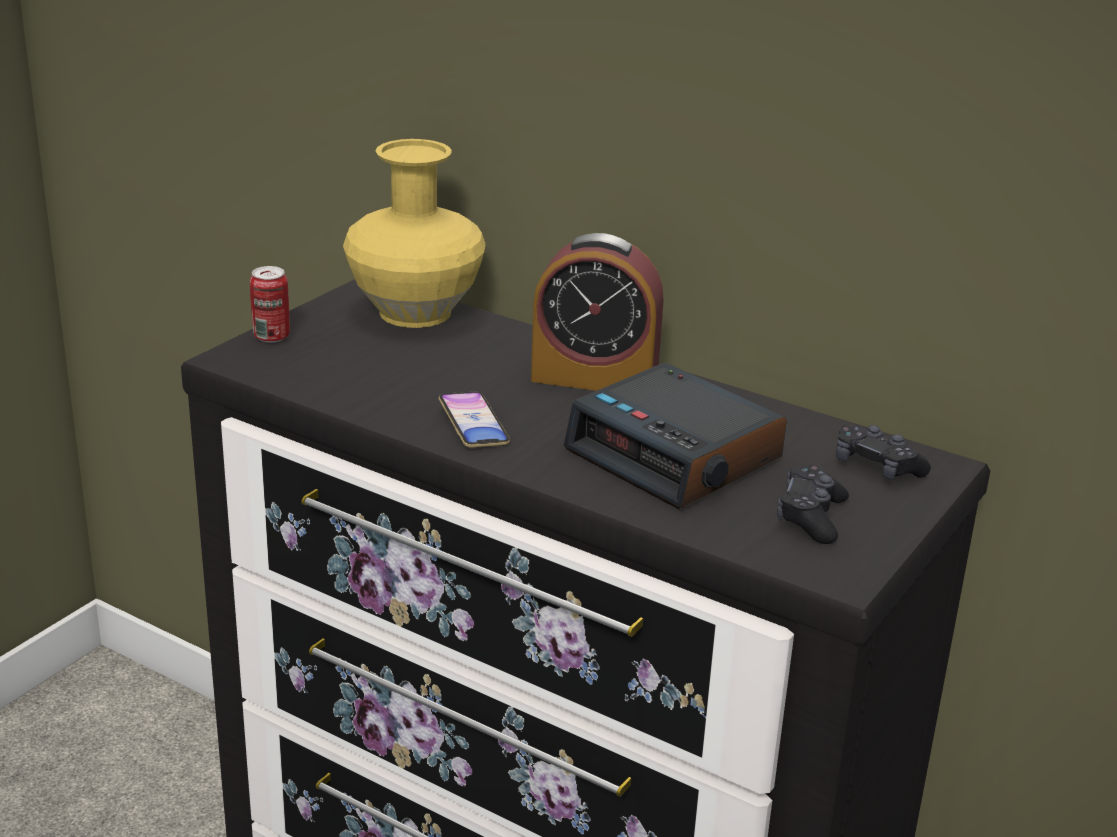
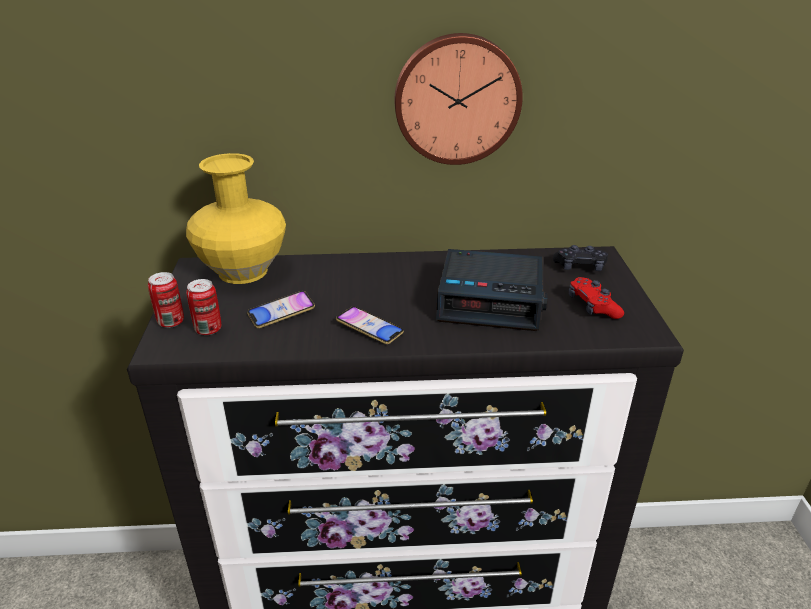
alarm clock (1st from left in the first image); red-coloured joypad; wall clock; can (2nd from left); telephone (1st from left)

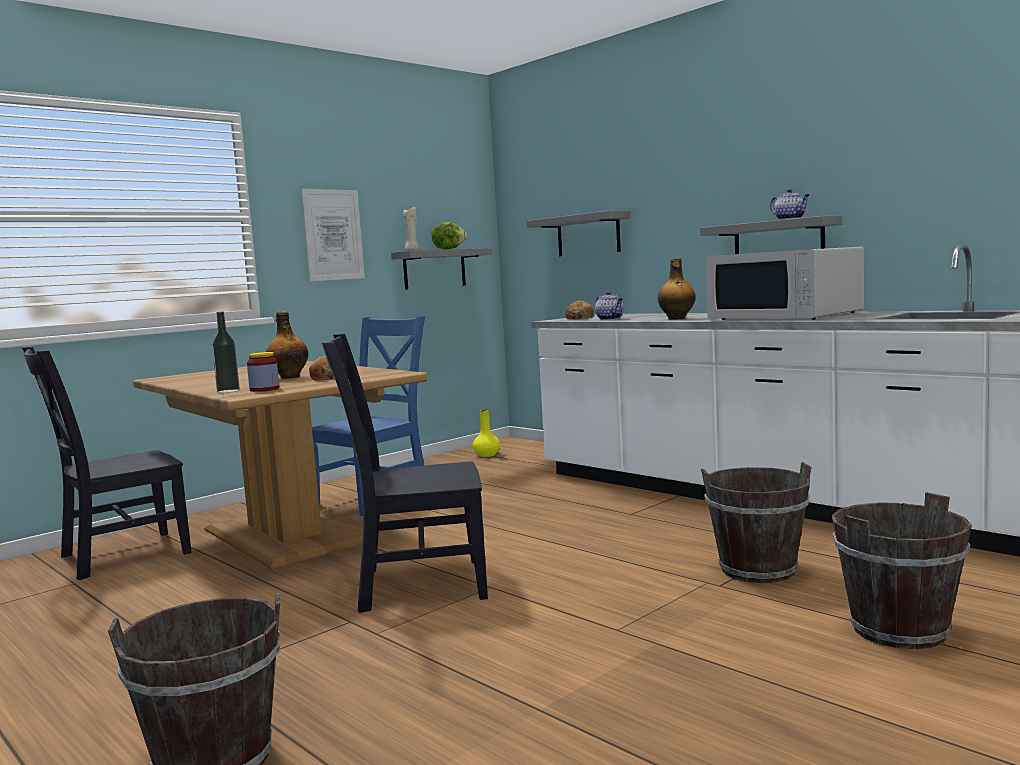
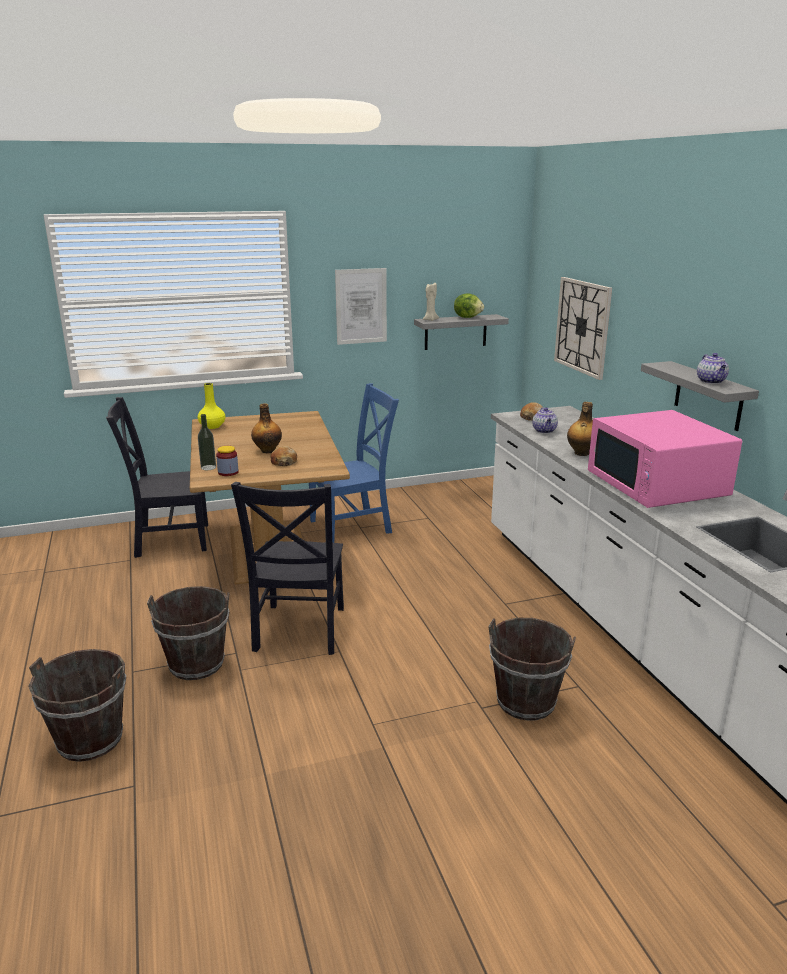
wall clock; pinkish microwave; blackish upright chair (2nd from left); yellow-coloured vase; brownish water bucket (2nd from left)

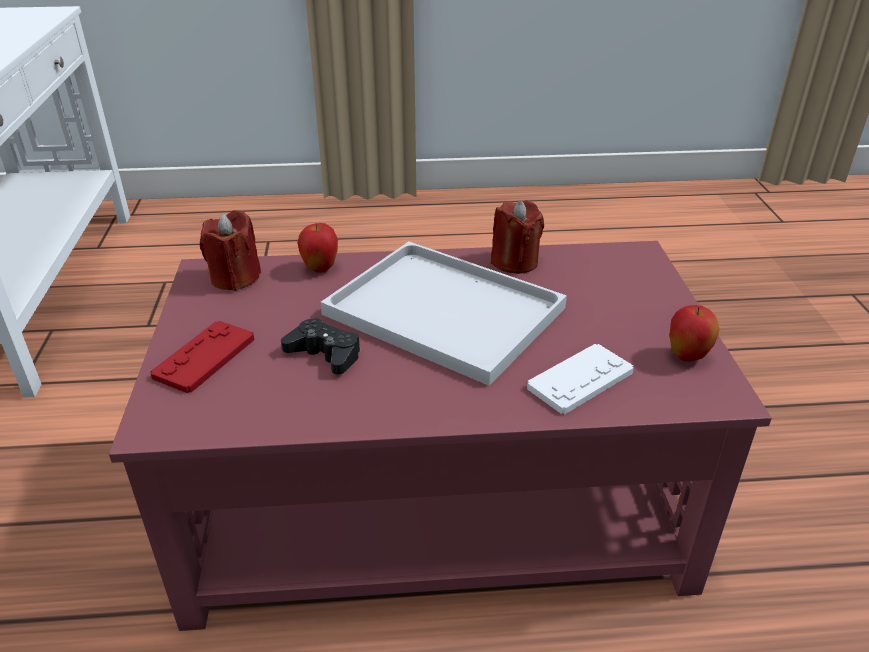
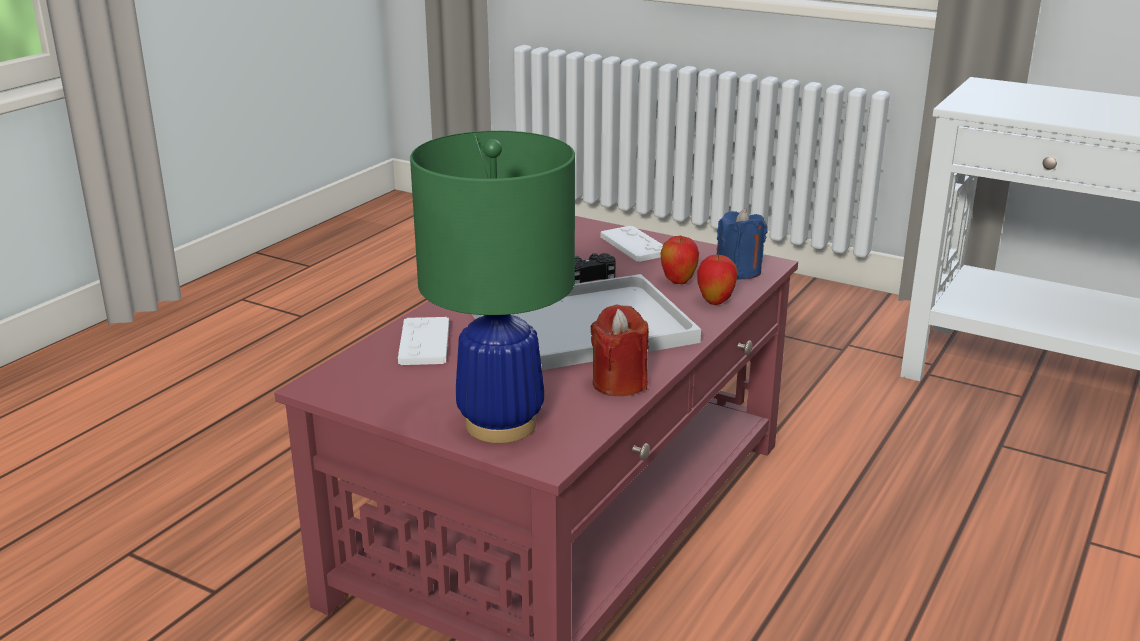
blue wax light; apple (1st from left); whitish joypad (2nd from left); green tabletop lamp

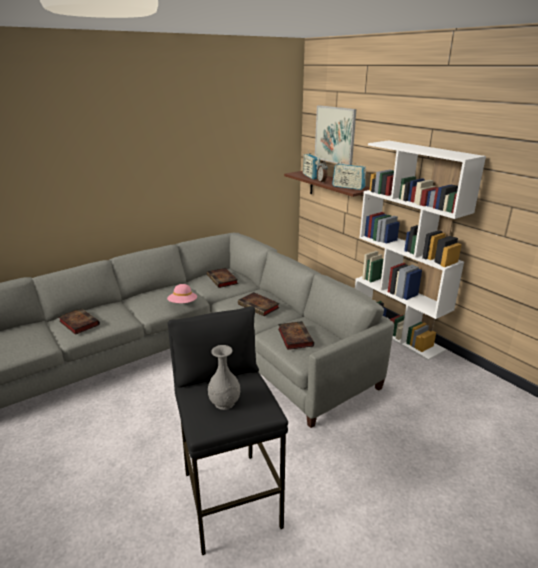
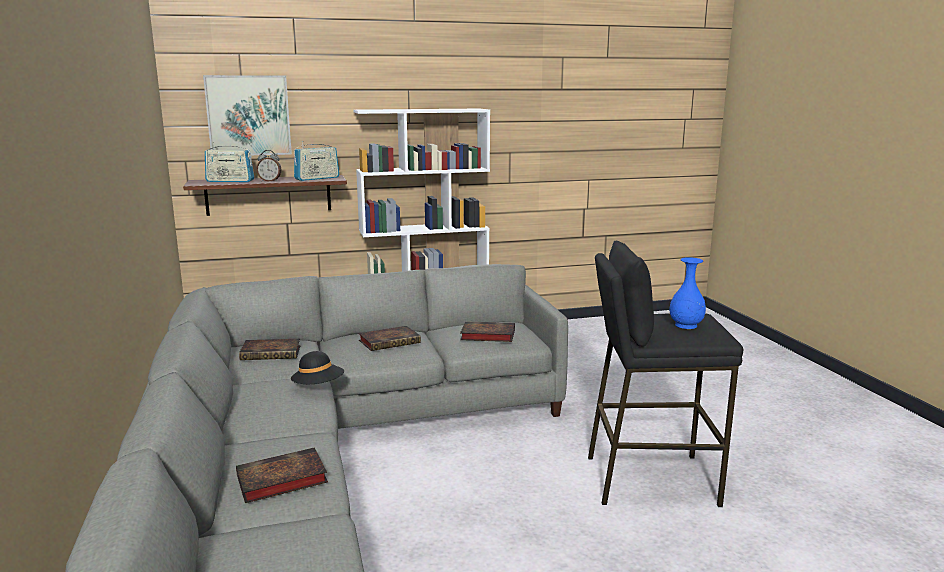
blackish clothing hat; blue vase

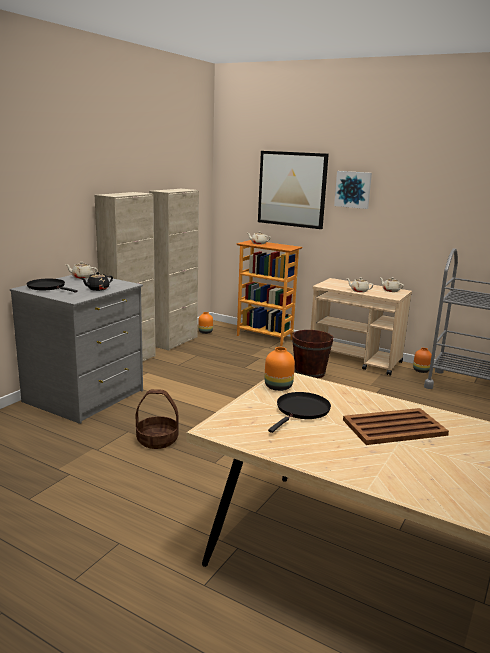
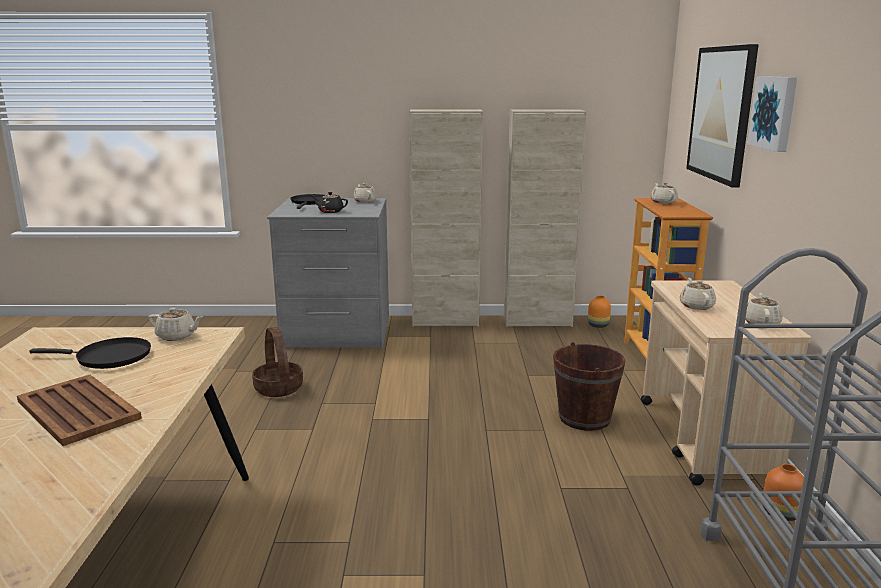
beige-coloured pot for tea (1st from left)

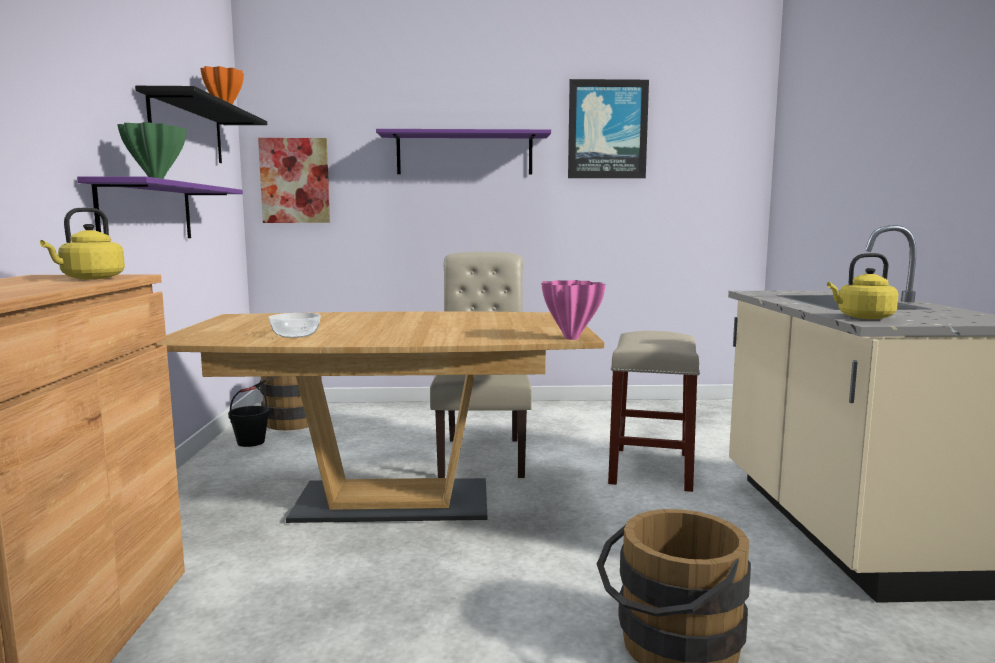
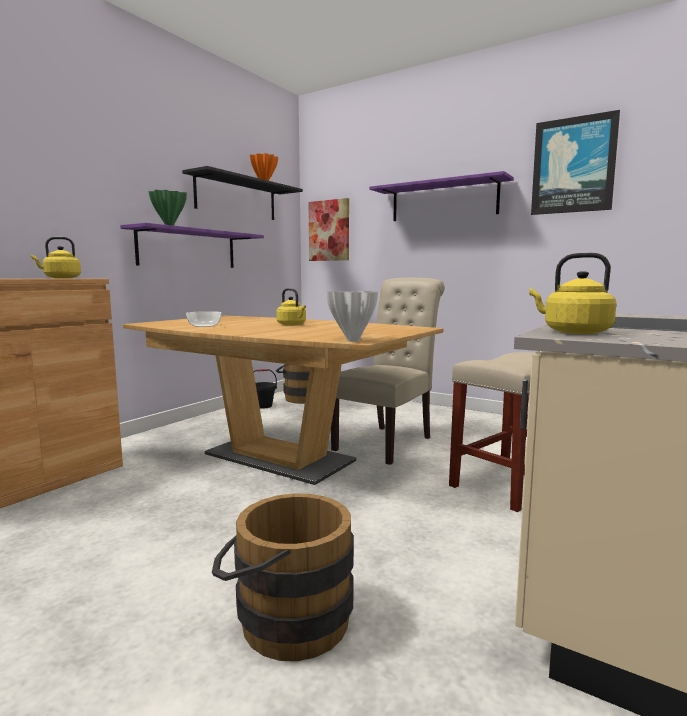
whitish vase; yellow-coloured water kettle (2nd from left)

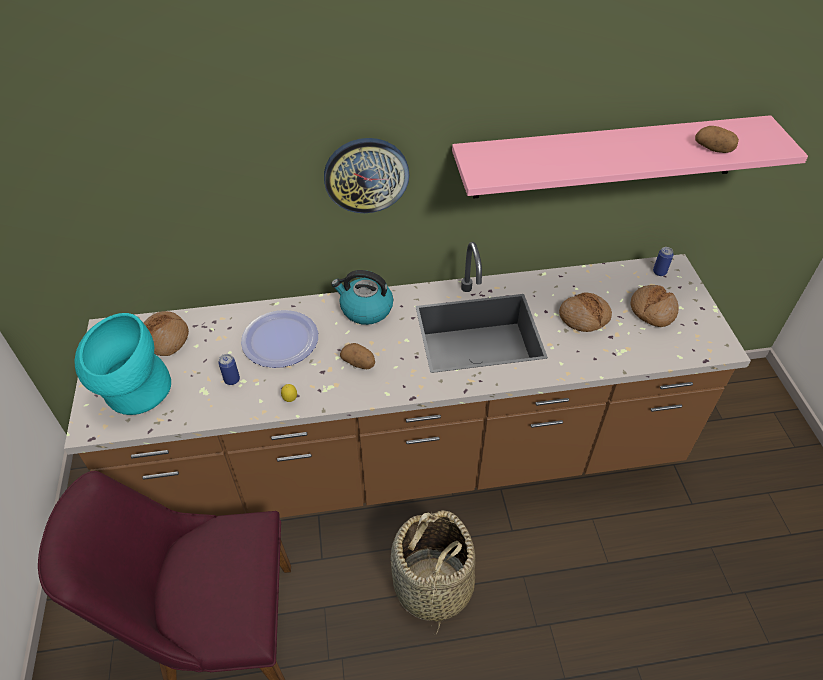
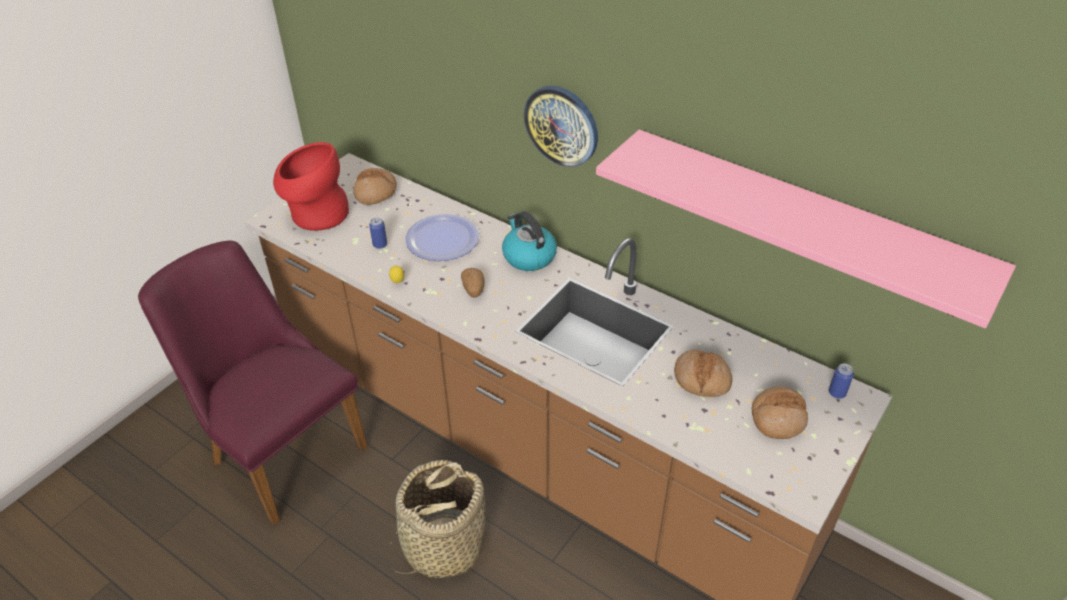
potato (2nd from left in the first image); red-coloured vase

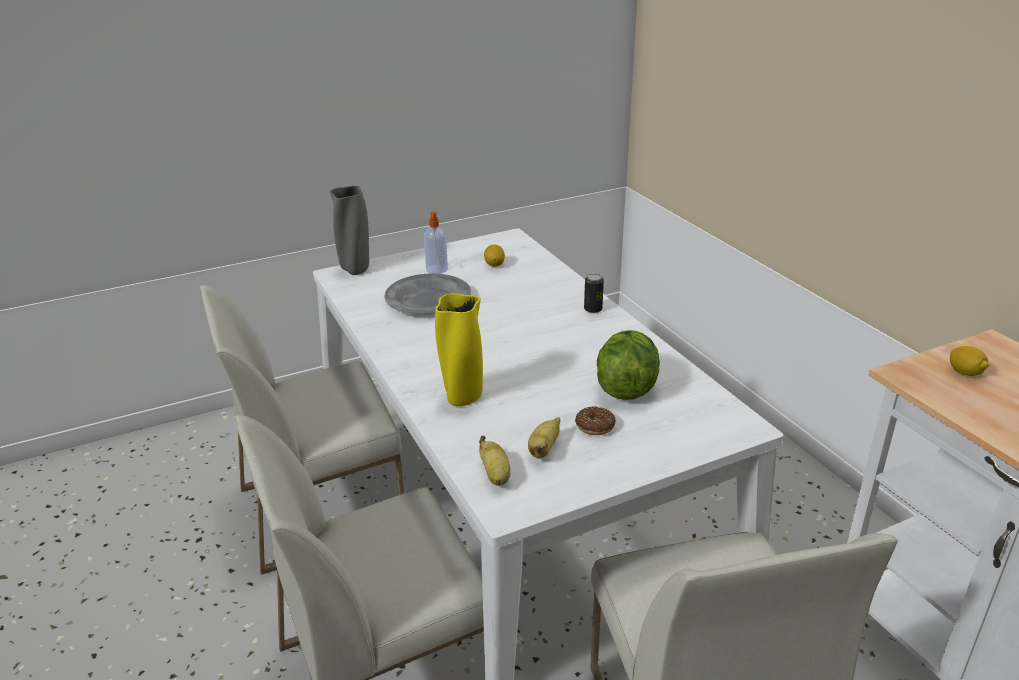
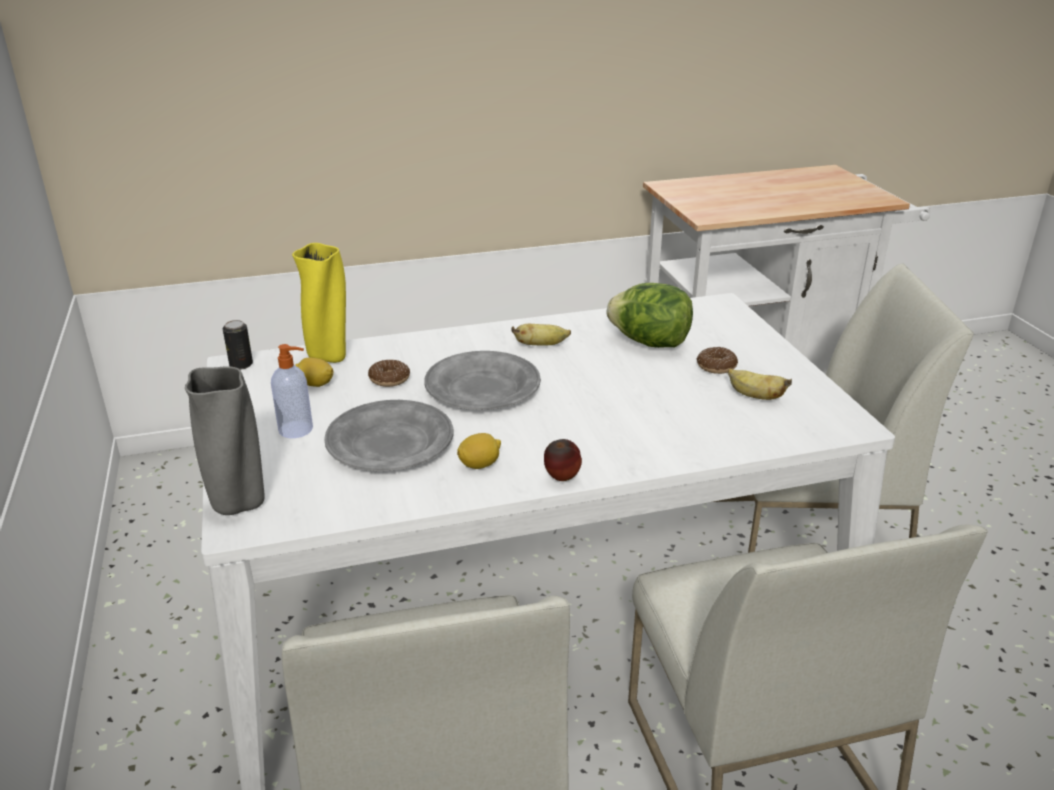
can; yellow-coloured vase; citrus fruit (2nd from left); banana fruit (1st from left); greyish dinner plate (2nd from left); ring doughnut (1st from left); apple

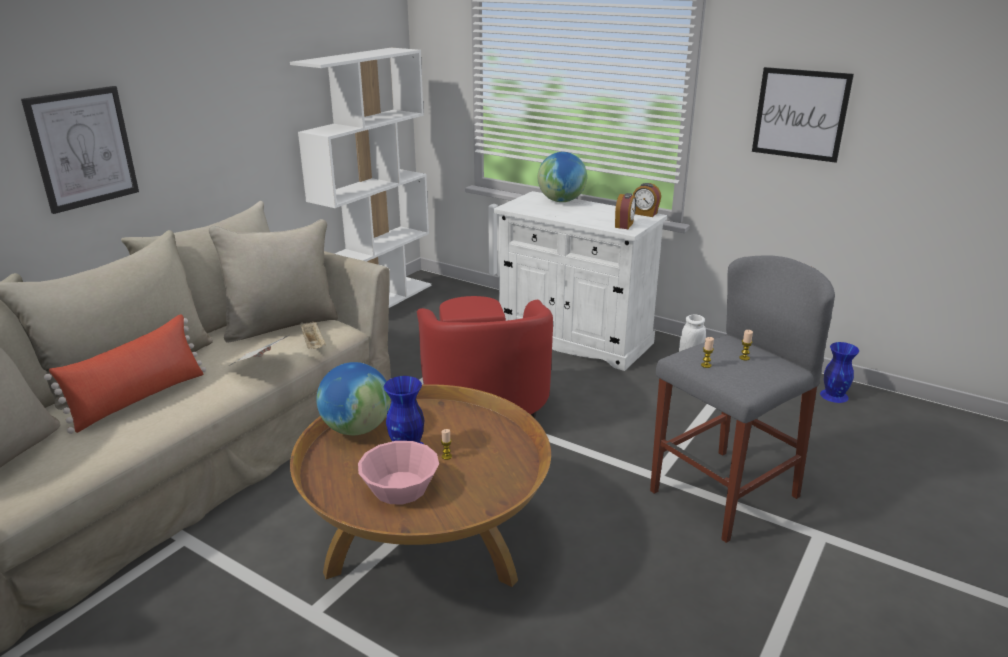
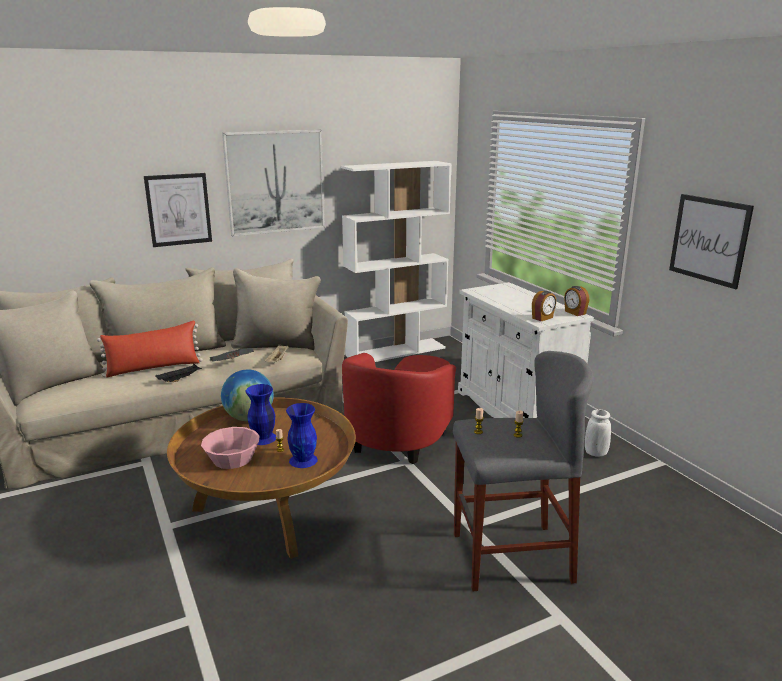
world globe (2nd from left in the first image); blue vase (2nd from left); wall picture (2nd from left); blackish serving tray

